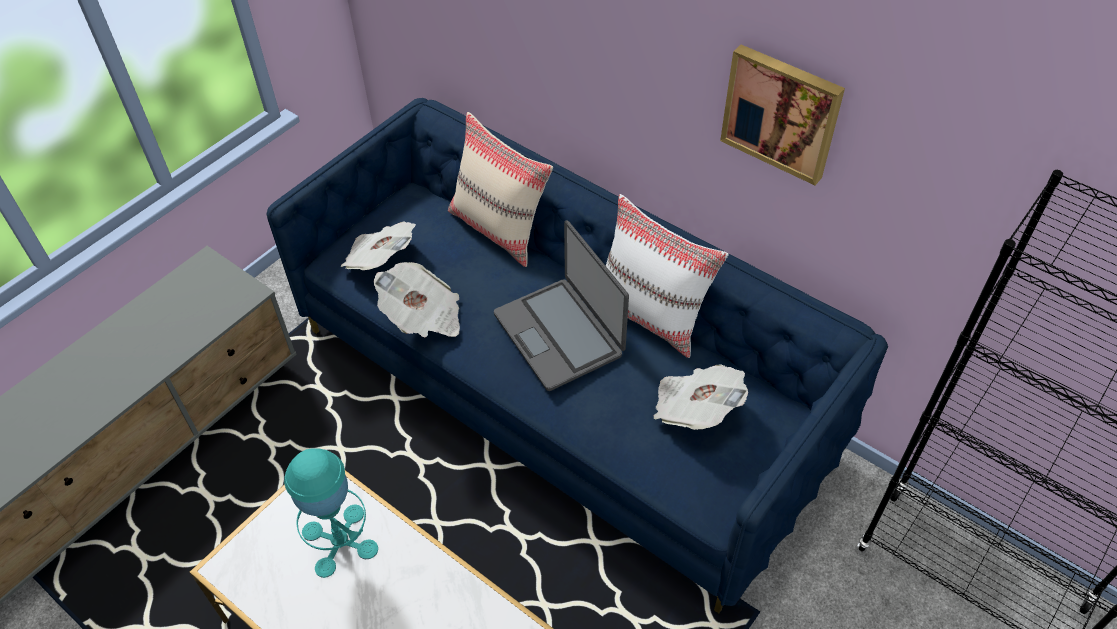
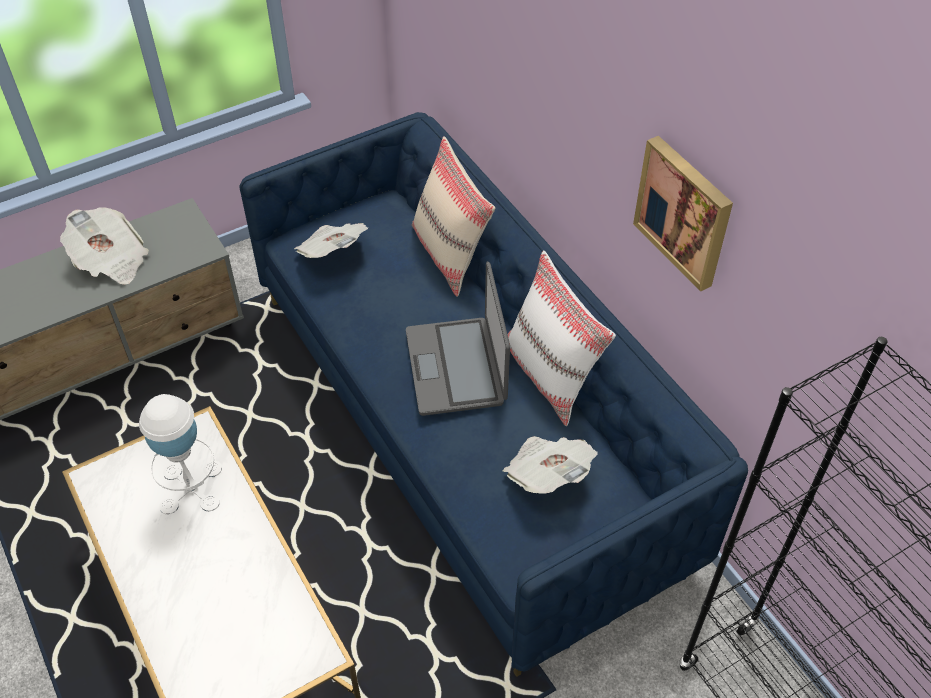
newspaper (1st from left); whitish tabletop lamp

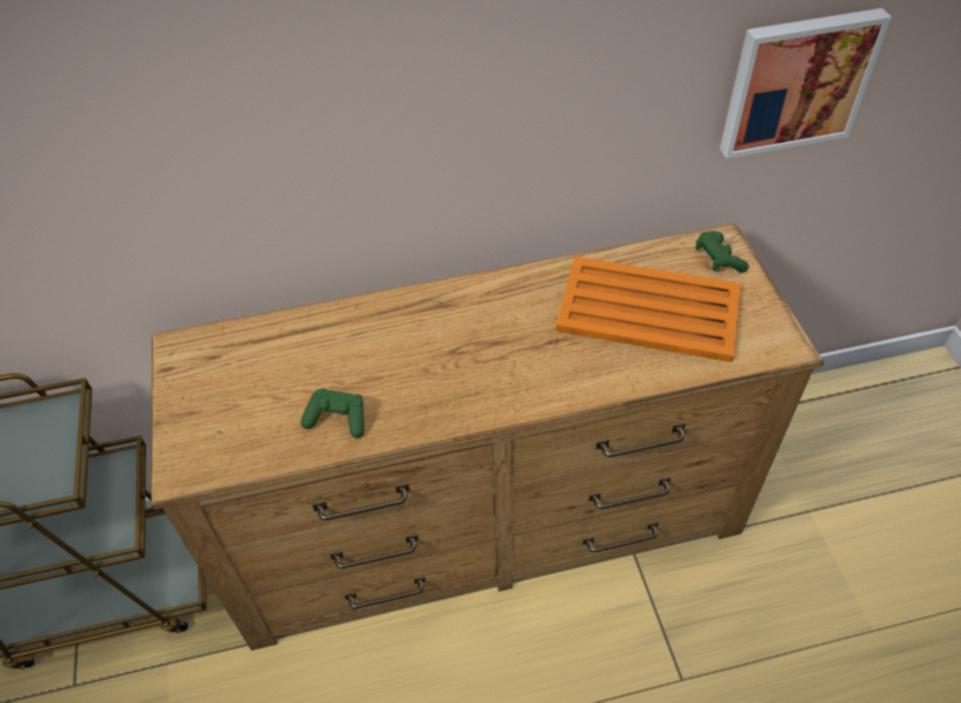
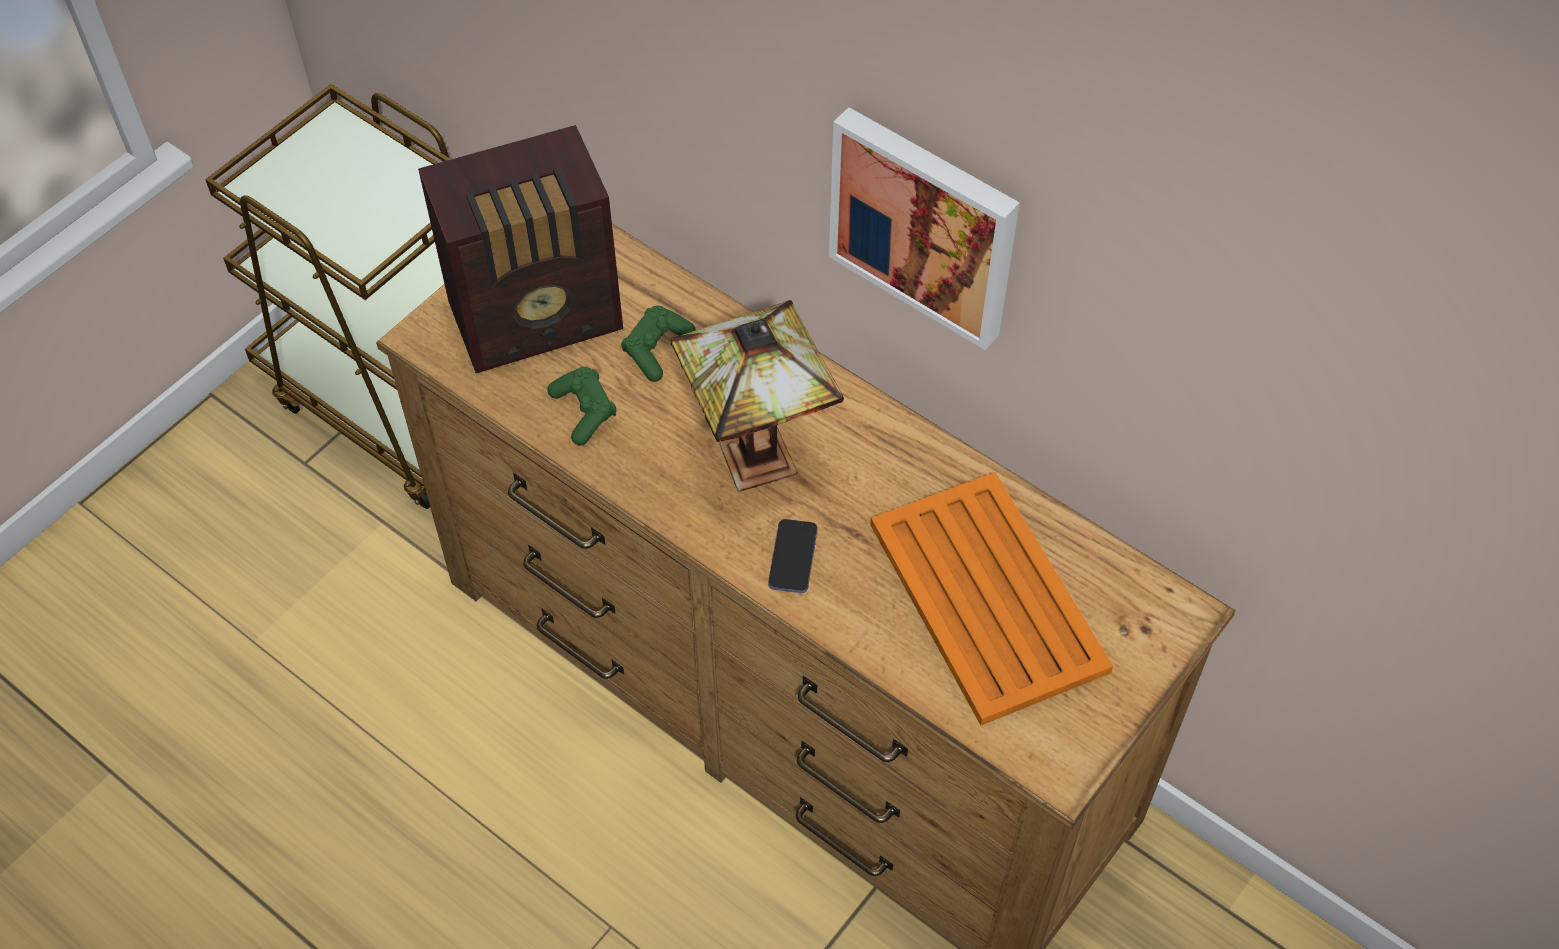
wall picture; green joypad (2nd from left); radio set; tabletop lamp; telephone

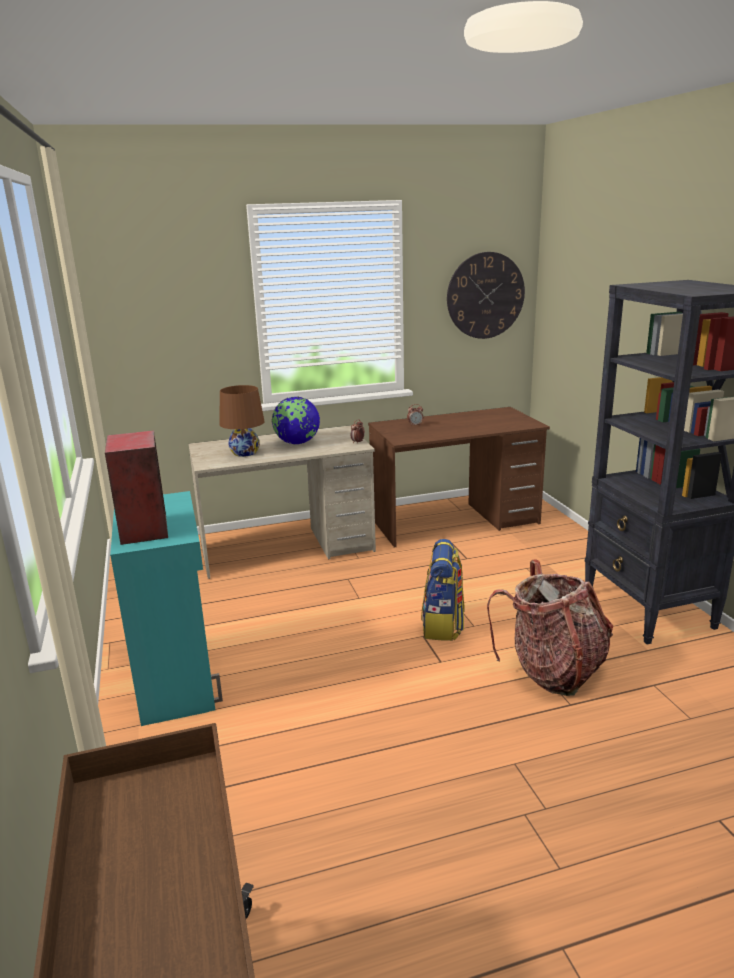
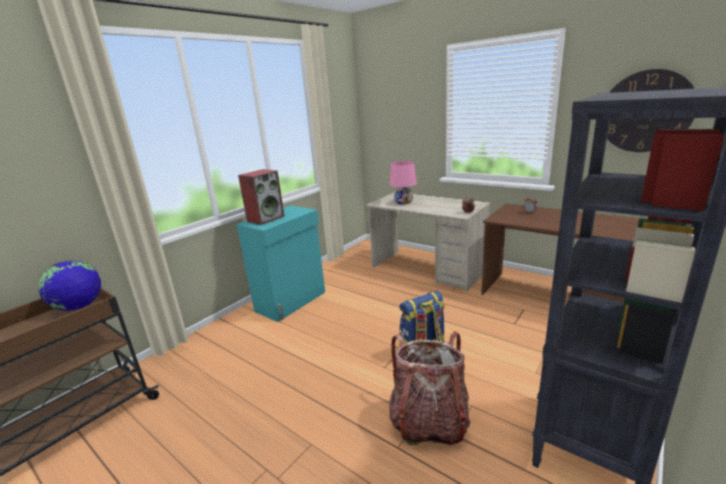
pinkish tabletop lamp; world globe

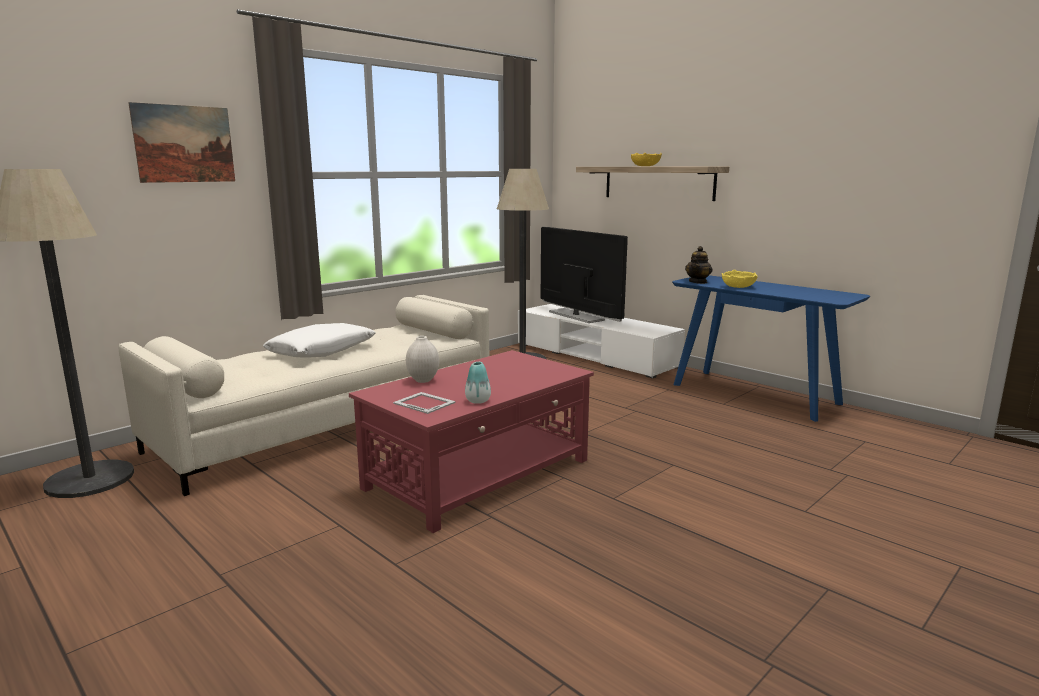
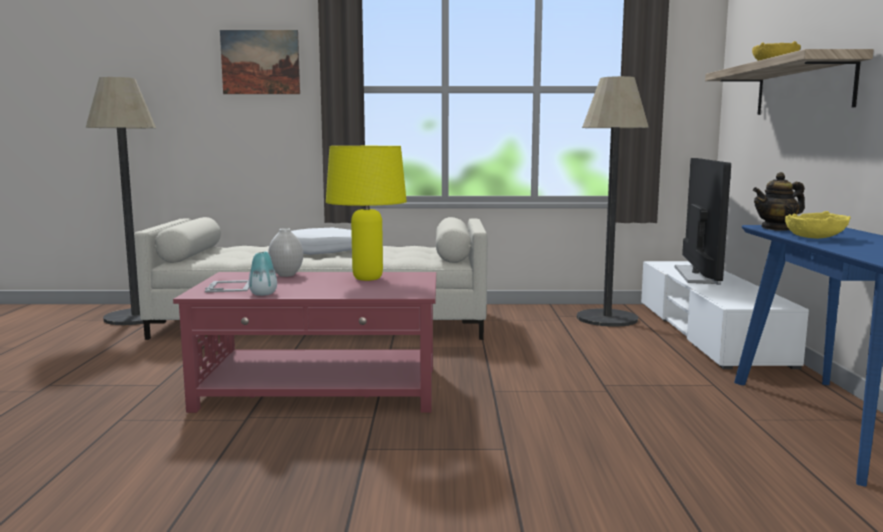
yellow-coloured tabletop lamp

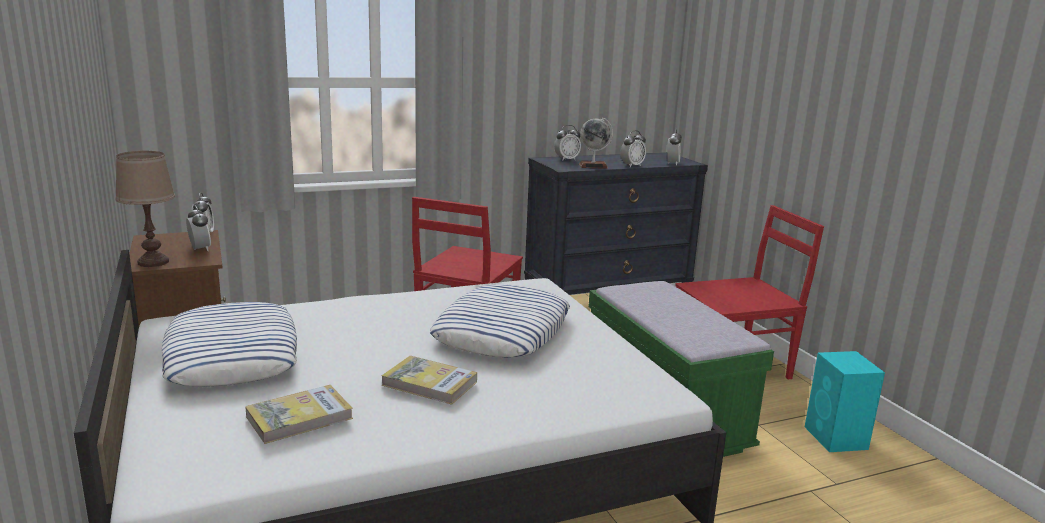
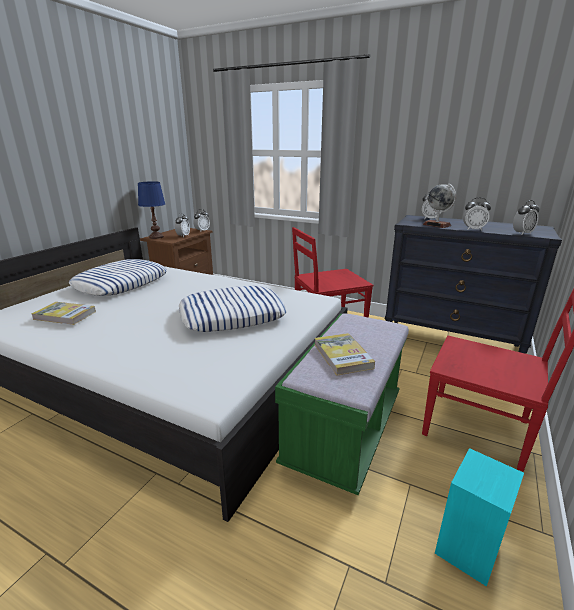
blue tabletop lamp; volume (2nd from left)

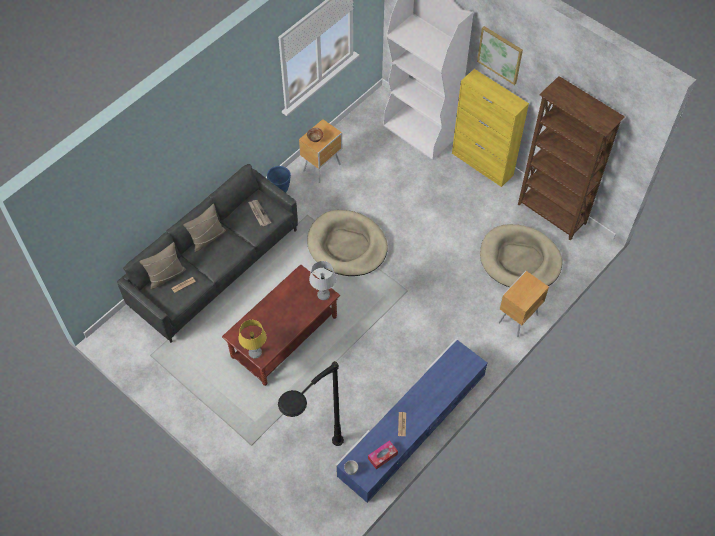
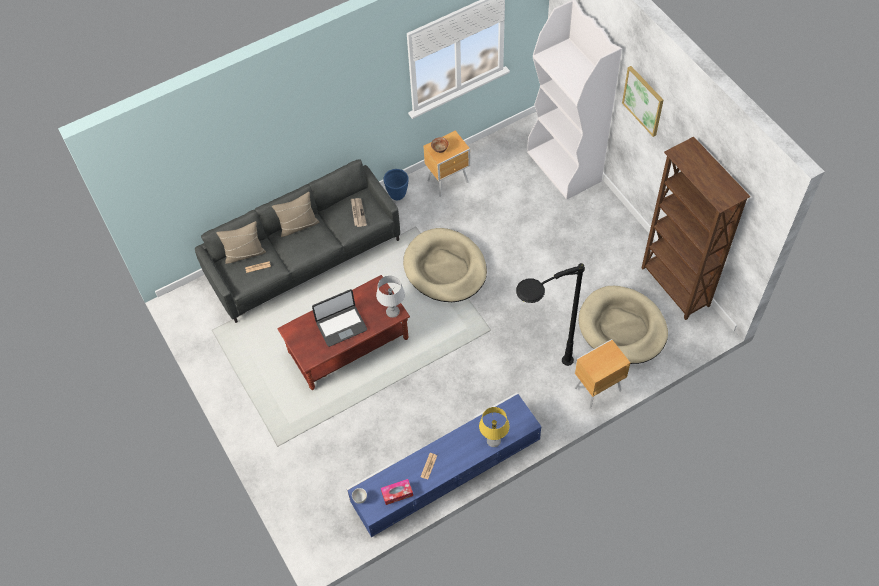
yellow-coloured cupboard; yellow-coloured tabletop lamp; blackish standing lamp; notebook computer

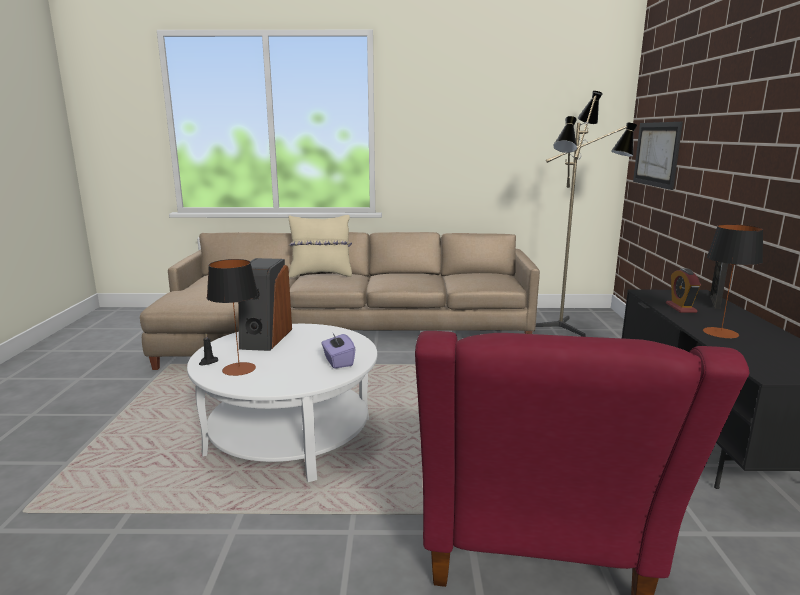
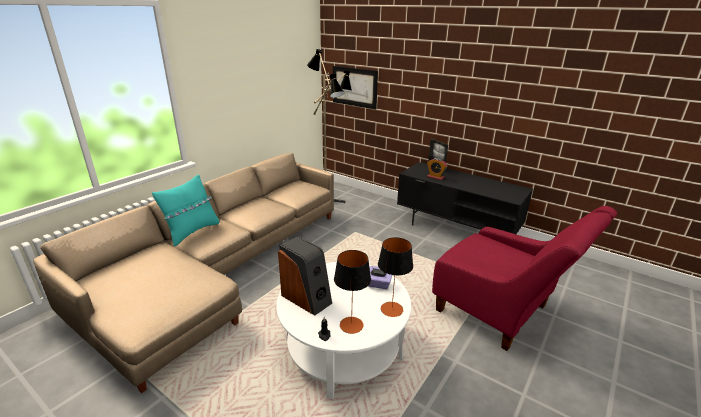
turquoise pillow; tabletop lamp (2nd from left)

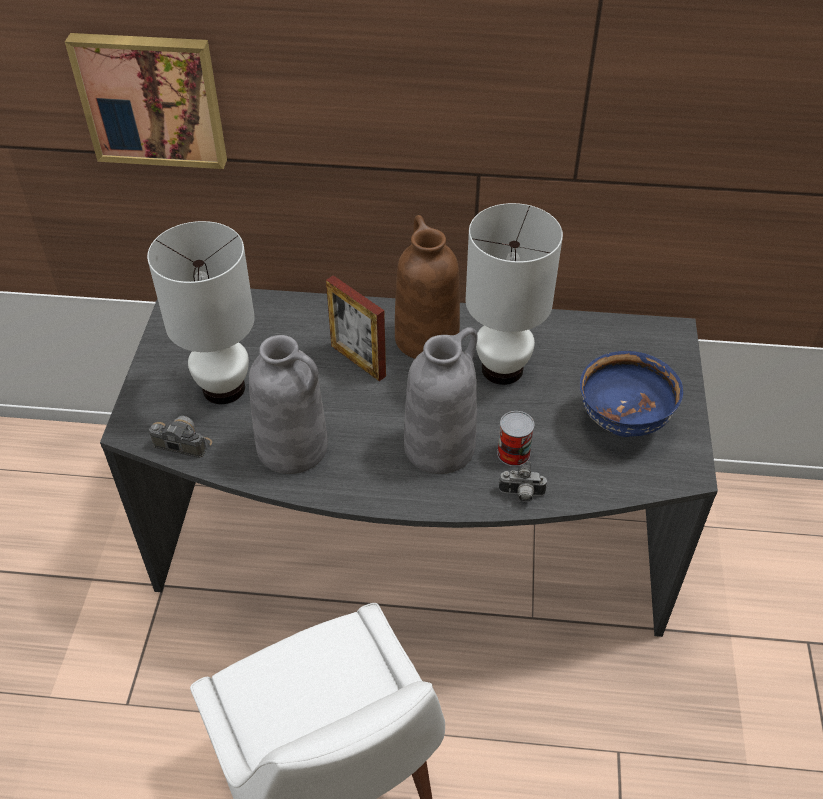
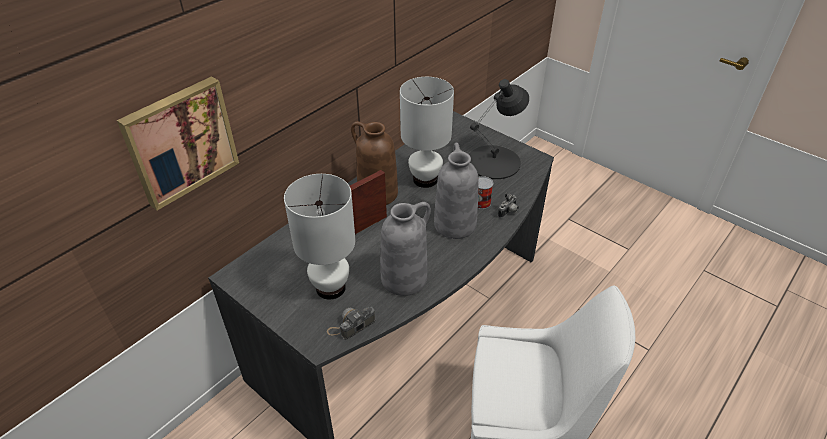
standing frame; blackish tabletop lamp

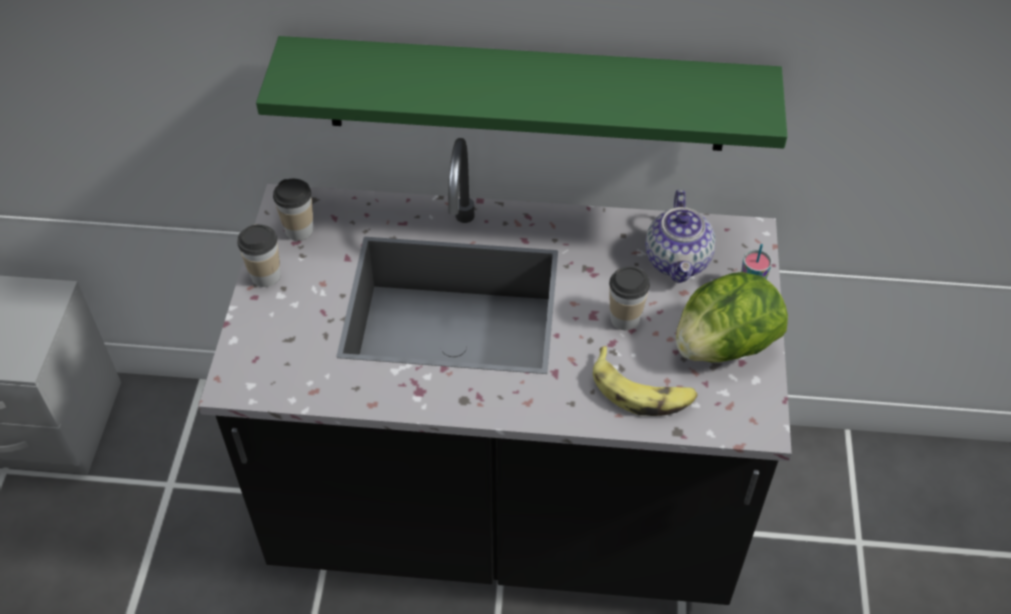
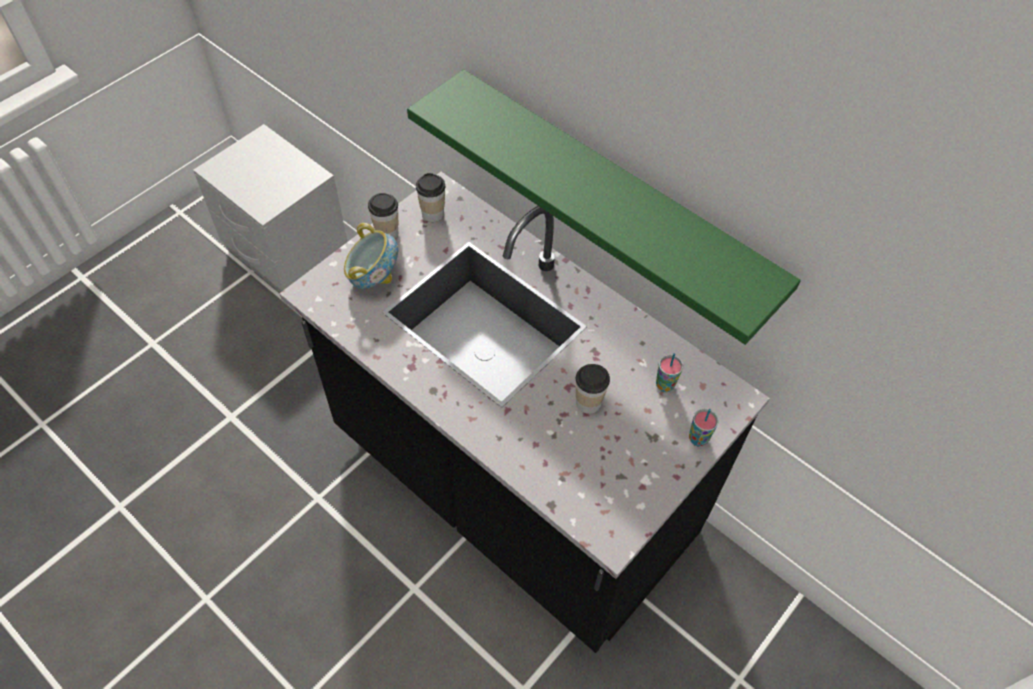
cup (4th from left); lettuce; banana fruit; deep dish

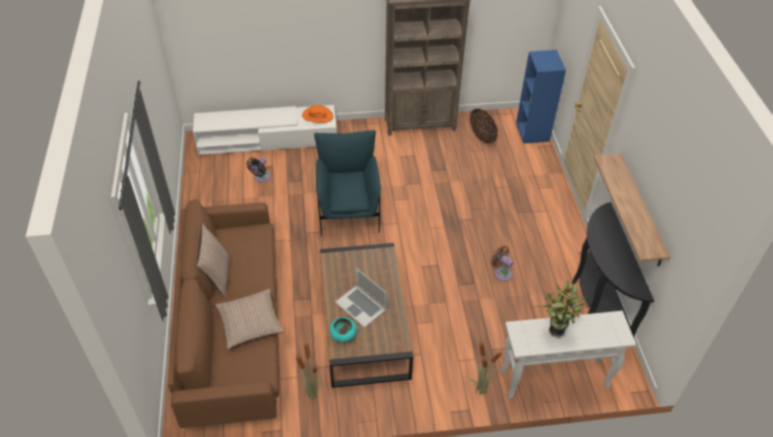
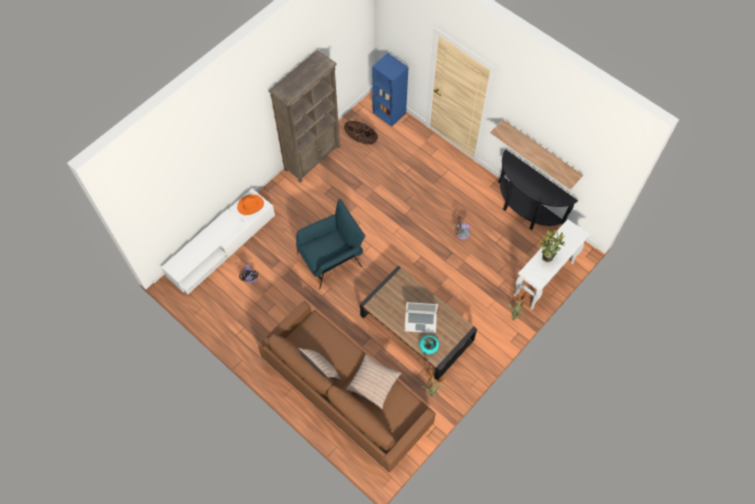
blue armchair

